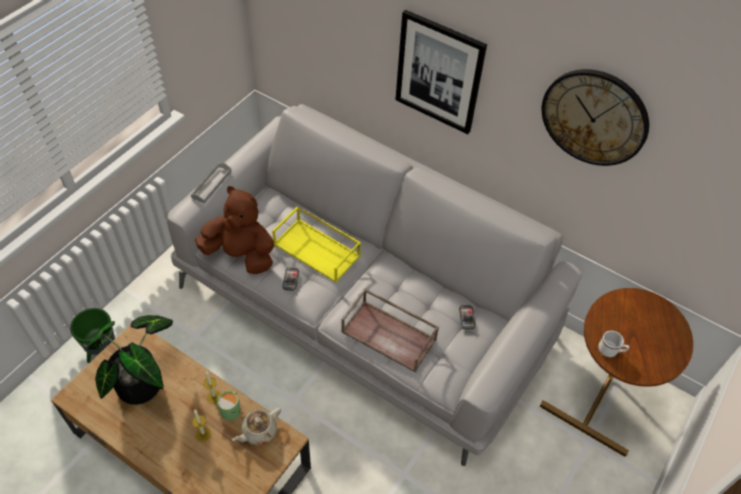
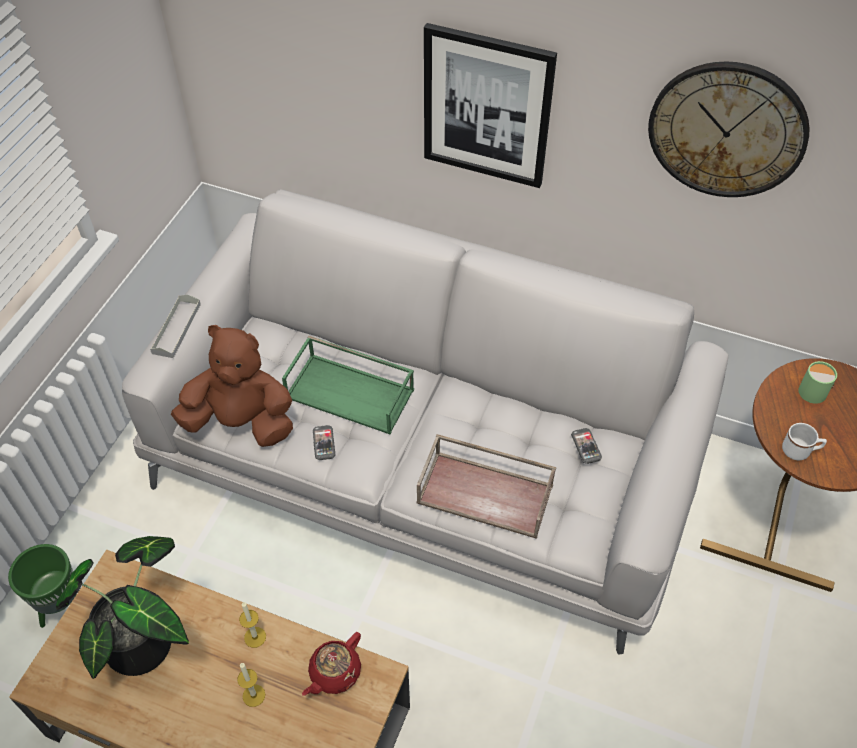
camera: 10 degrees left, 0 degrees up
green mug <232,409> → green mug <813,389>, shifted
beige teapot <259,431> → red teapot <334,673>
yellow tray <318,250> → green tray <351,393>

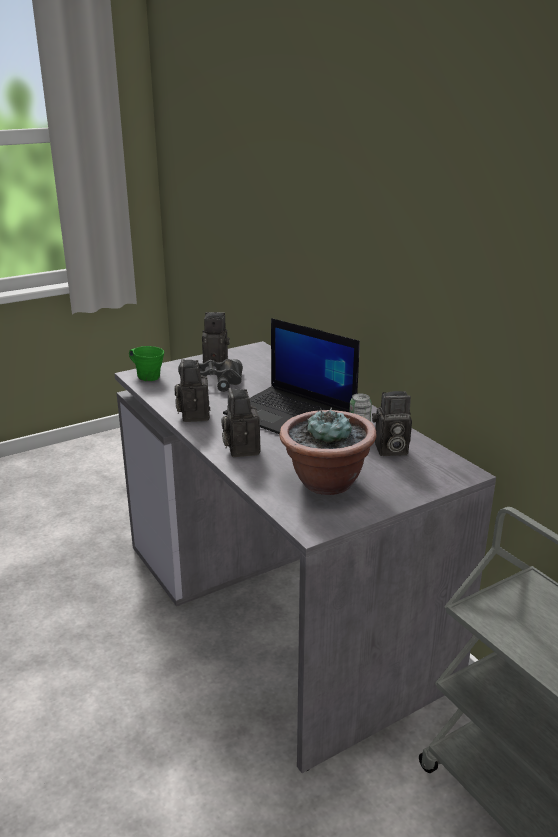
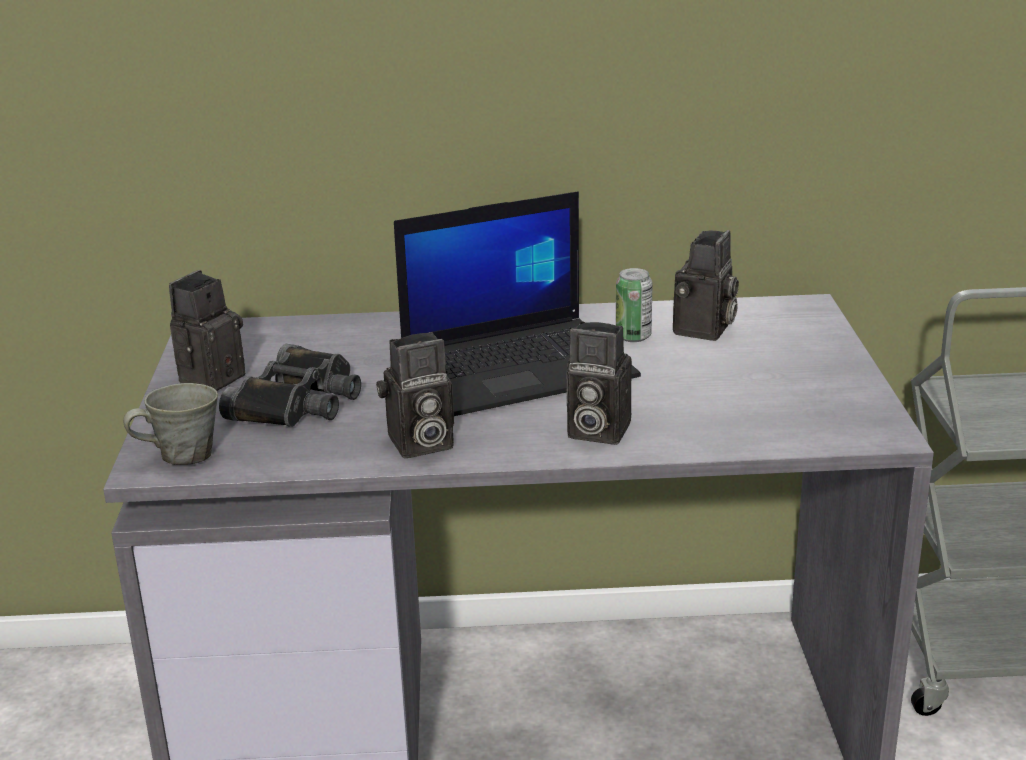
camera: 60 degrees left, 0 degrees up
potted plant <325,482> → -
green mug <148,377> → grey mug <182,455>
photo camera <193,415> → photo camera <418,445>, 45 degrees counterclockwise

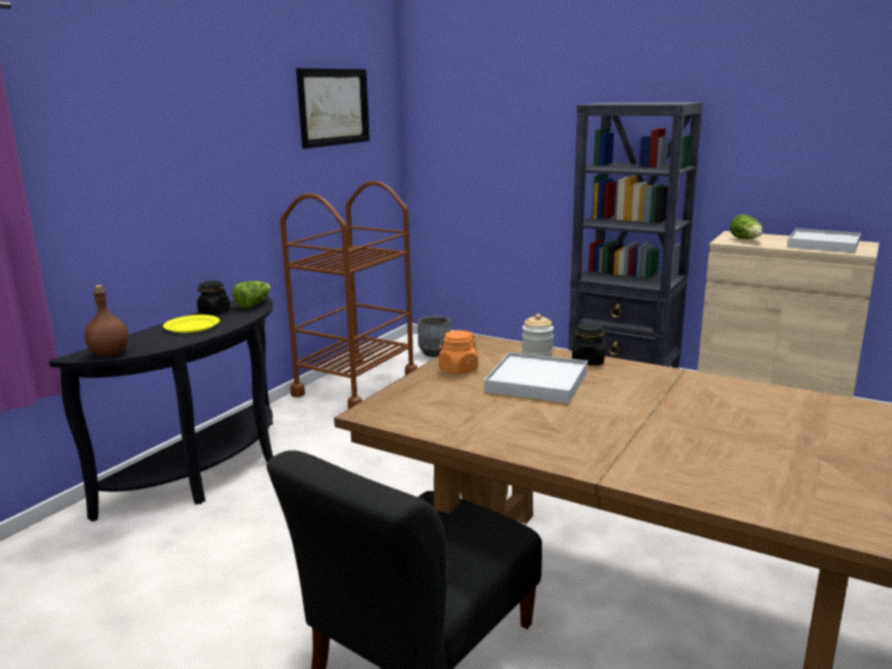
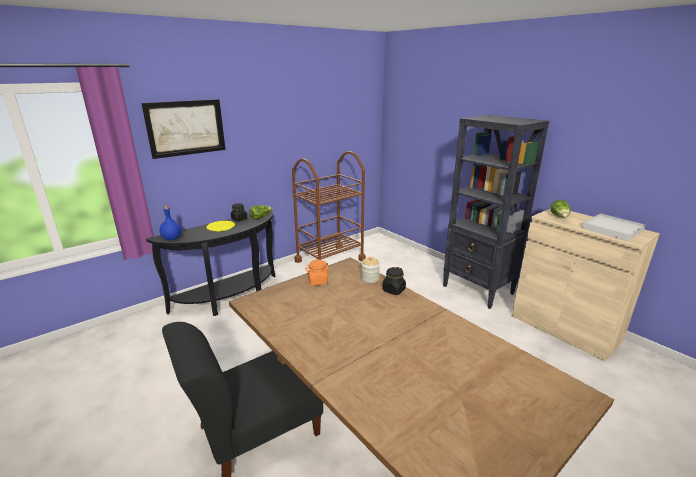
camera: 20 degrees right, 5 degrees up
grey planter <435,353> → -
white tray <537,382> → -
picture <333,107> → picture <186,128>, shifted
brown bottle <110,353> → blue bottle <172,238>

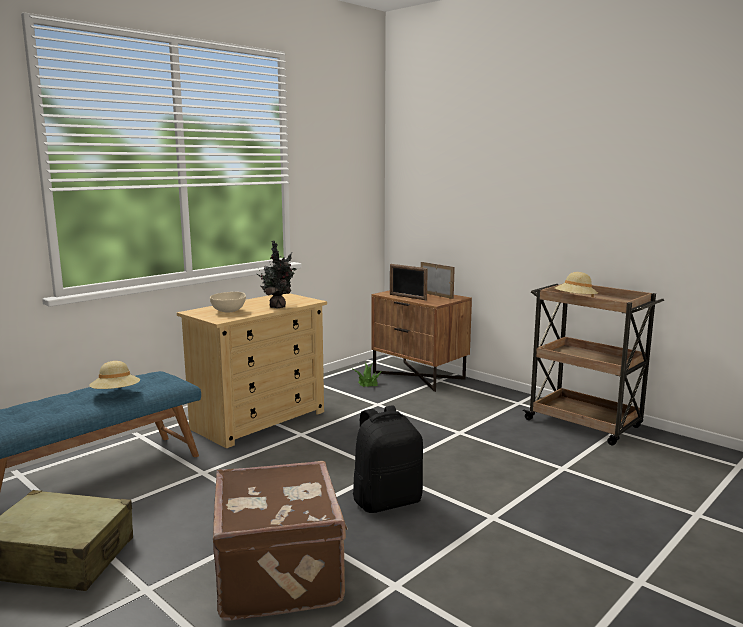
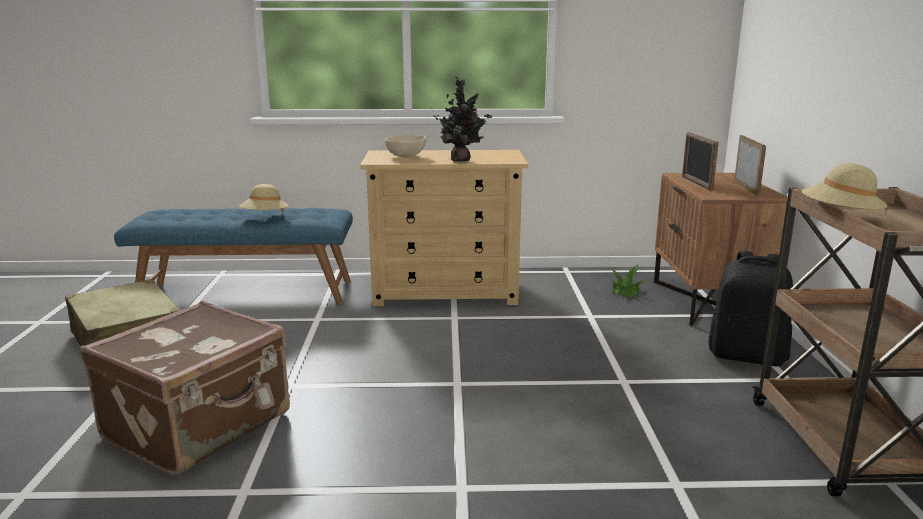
camera: 45 degrees right, 5 degrees up
black backpack <387,501> → black backpack <747,356>, shifted

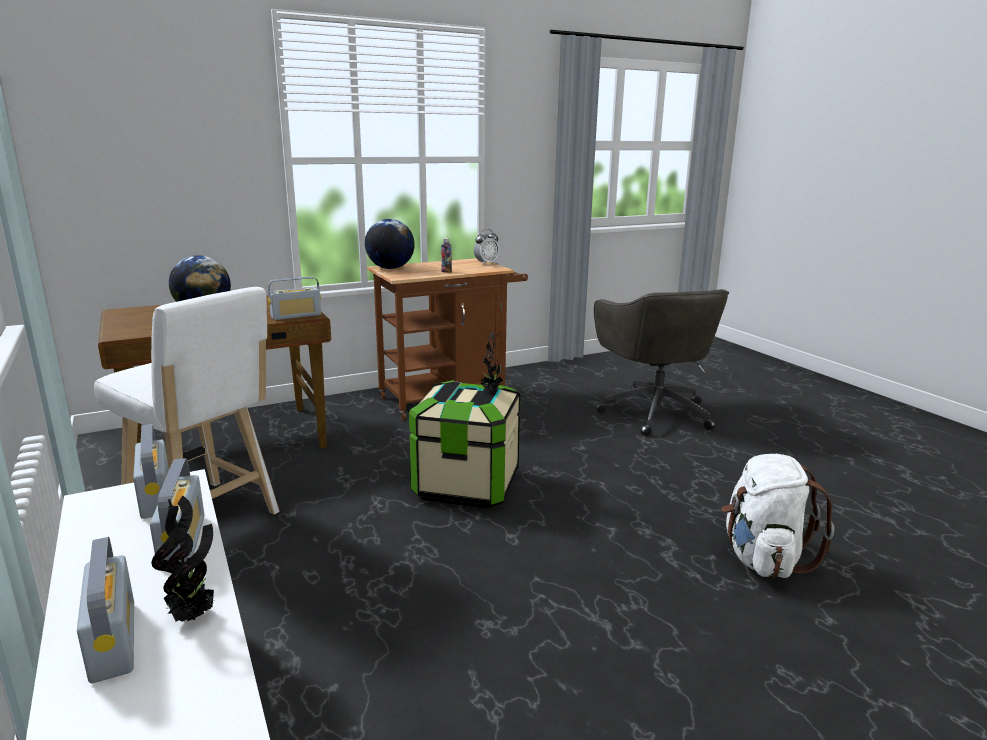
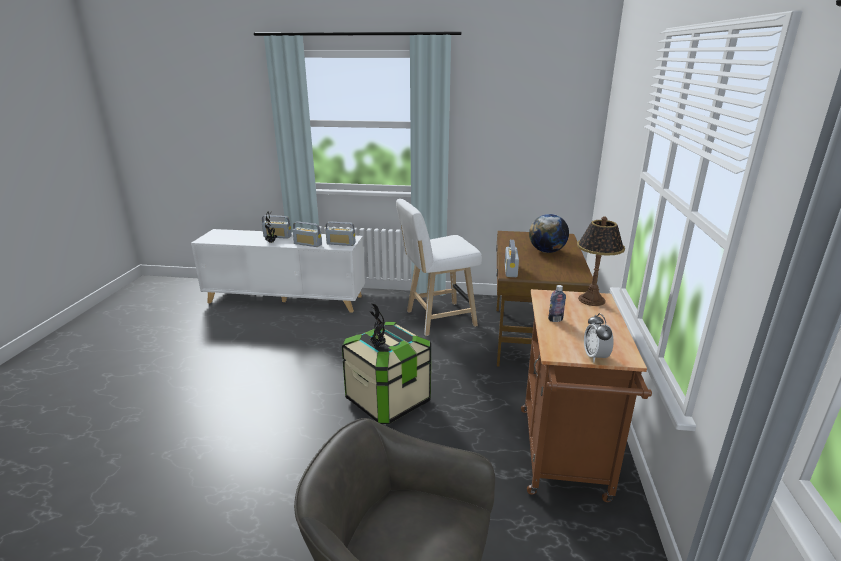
camera: 125 degrees right, 5 degrees up
white backpack <763,558> → -
globe <390,268> → table lamp <592,300>

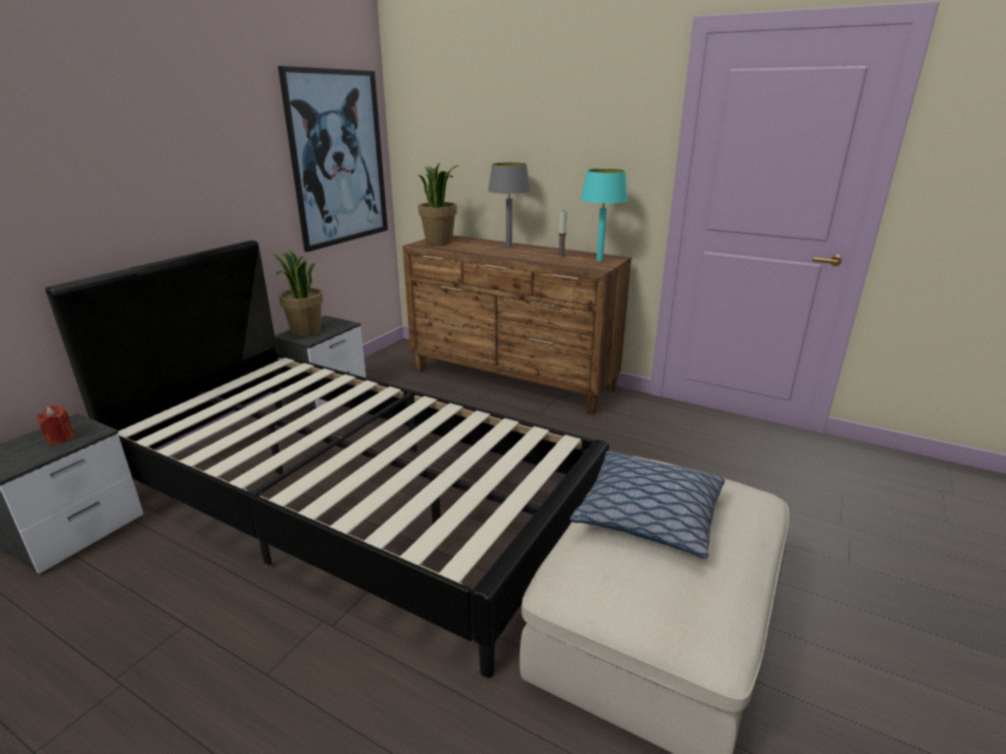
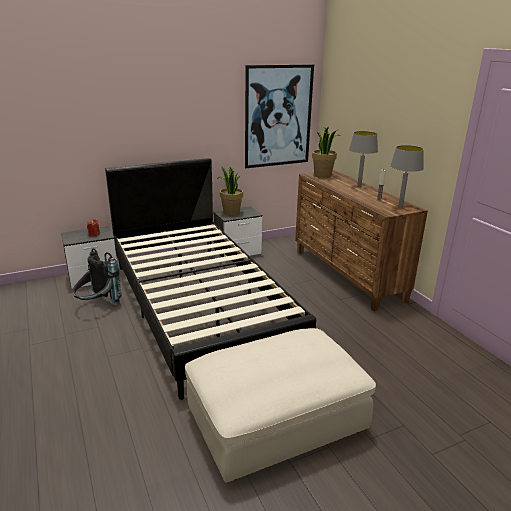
camera: 35 degrees right, 0 degrees up
pillow <648,516> → -
- → black backpack <98,306>
turquoise table lamp <599,260> → grey table lamp <400,207>

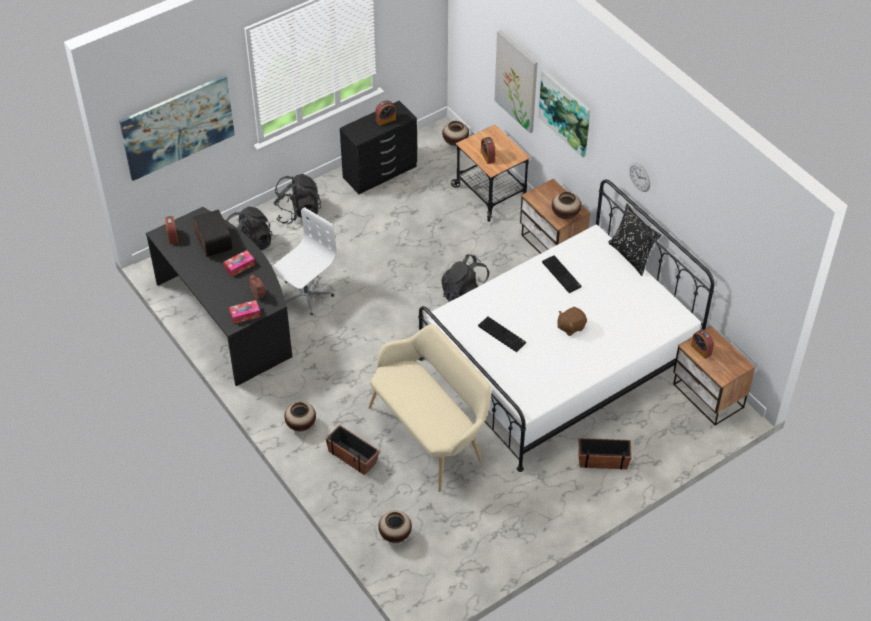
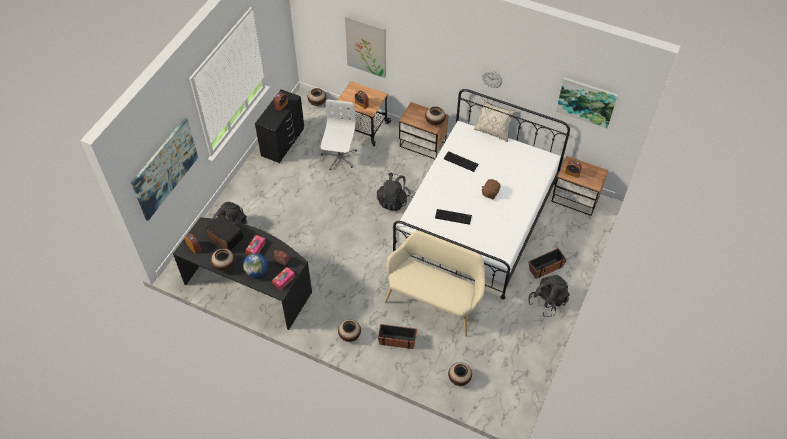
camera: 30 degrees left, 5 degrees up
- → vase <224,265>
- → globe <256,271>
white office chair <305,295> → white office chair <339,157>, shifted
black backpack <298,212> → black backpack <547,302>, shifted
picture <565,112> → picture <586,102>, shifted
black pillow <631,255> → beige pillow <492,131>

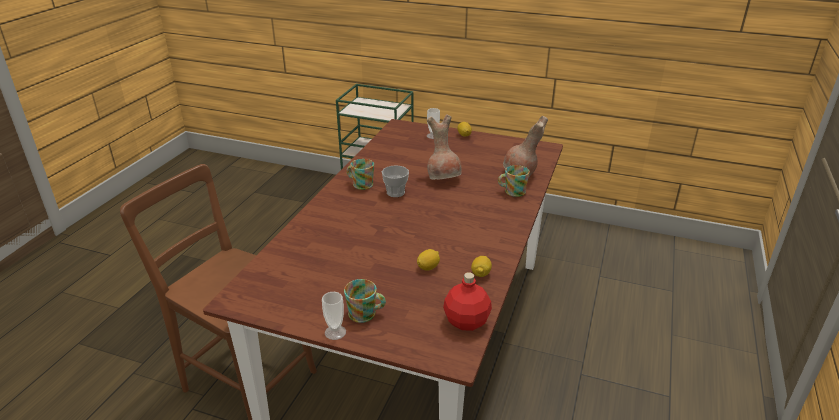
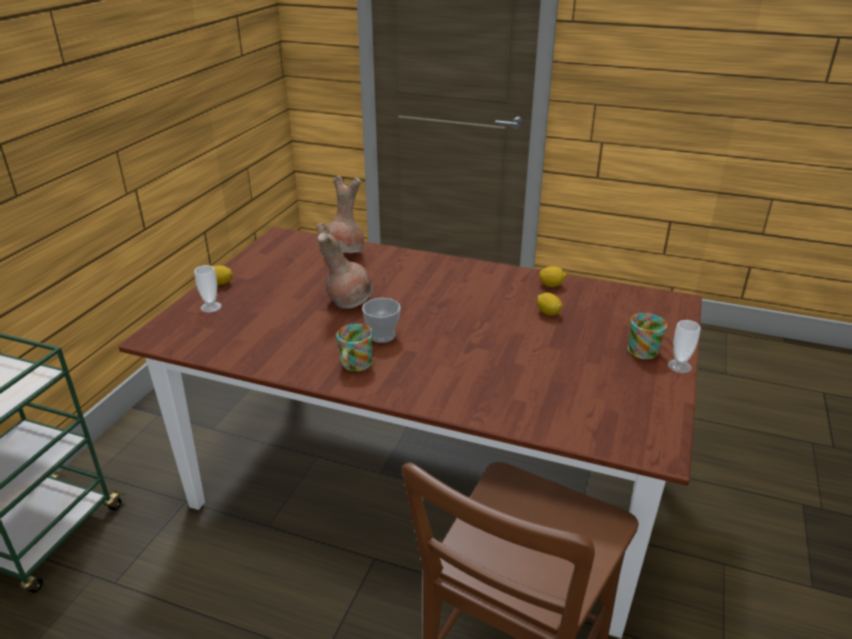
camera: 90 degrees left, 0 degrees up
red bottle <467,322> → -
mug <512,191> → -

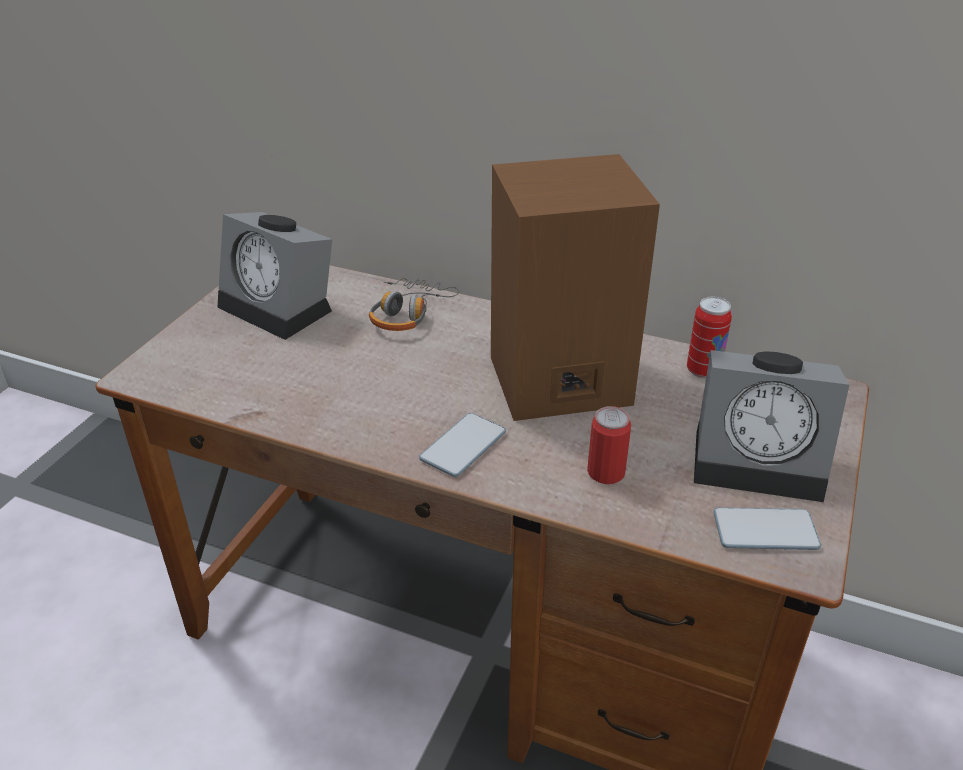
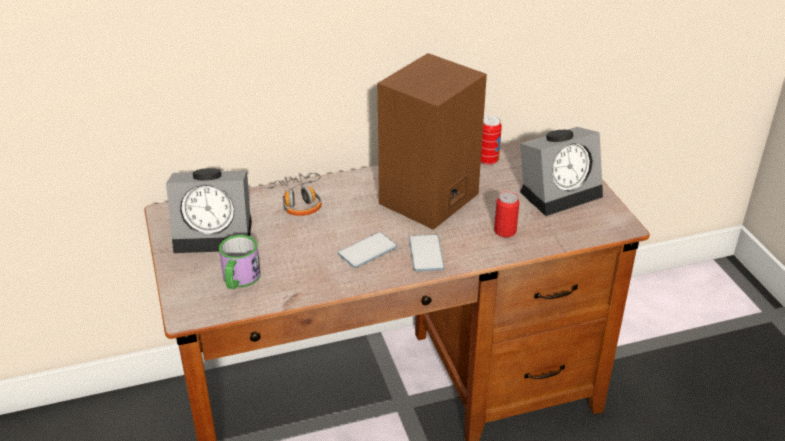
camera: 40 degrees left, 0 degrees up
- → mug <239,280>
phone <765,530> → phone <367,251>, shifted

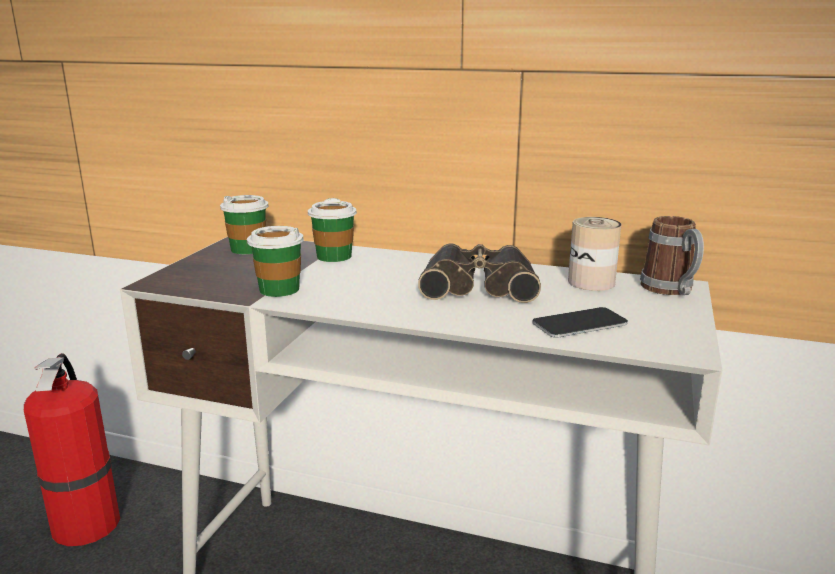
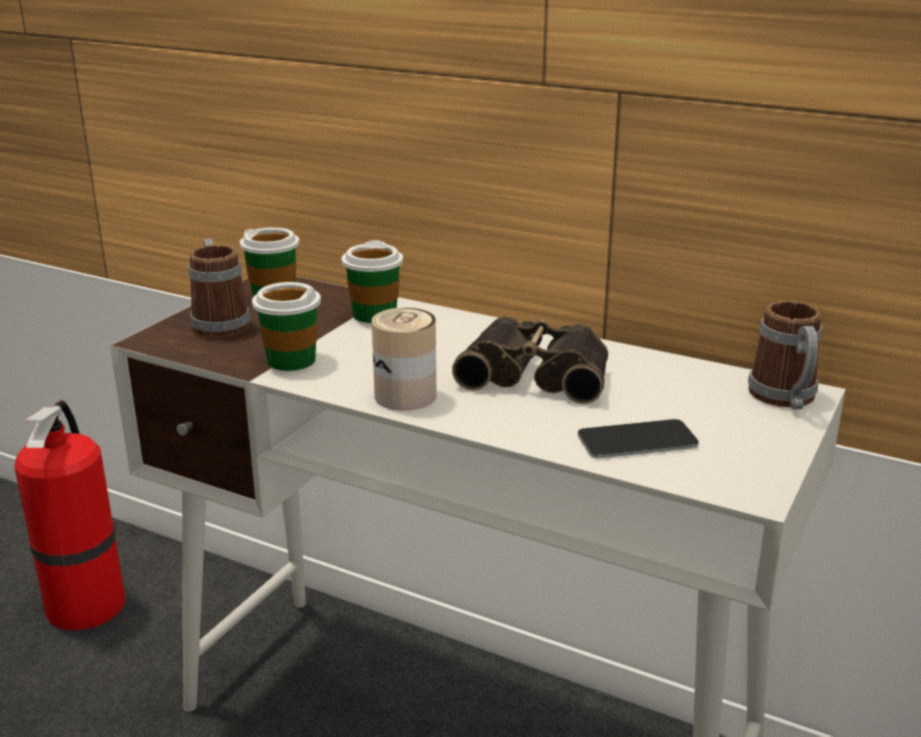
camera: 10 degrees right, 5 degrees up
- → mug <219,322>
can <591,282> → can <405,396>, shifted

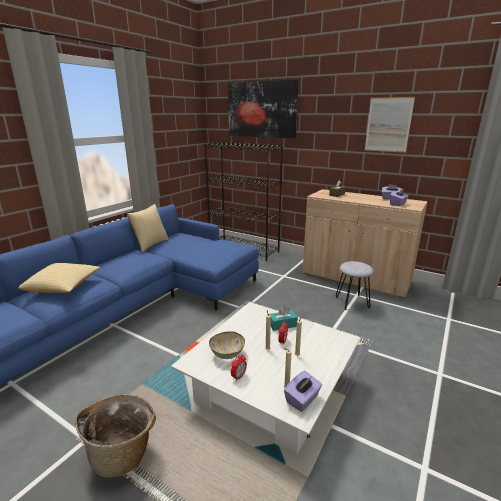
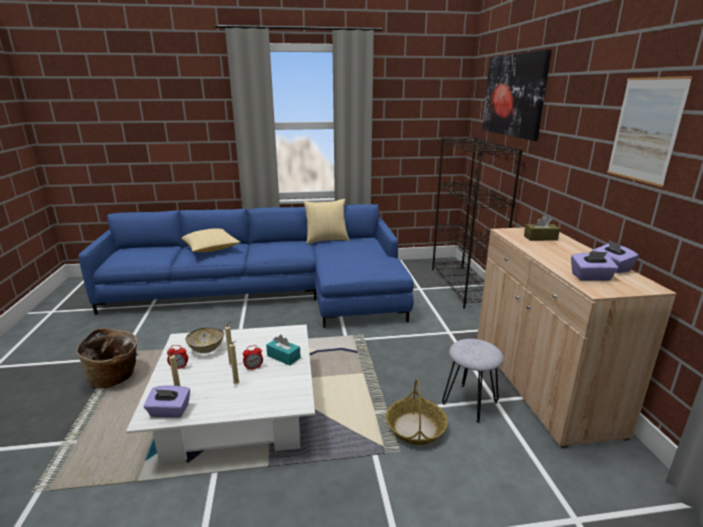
camera: 50 degrees right, 0 degrees up
- → basket <416,428>

